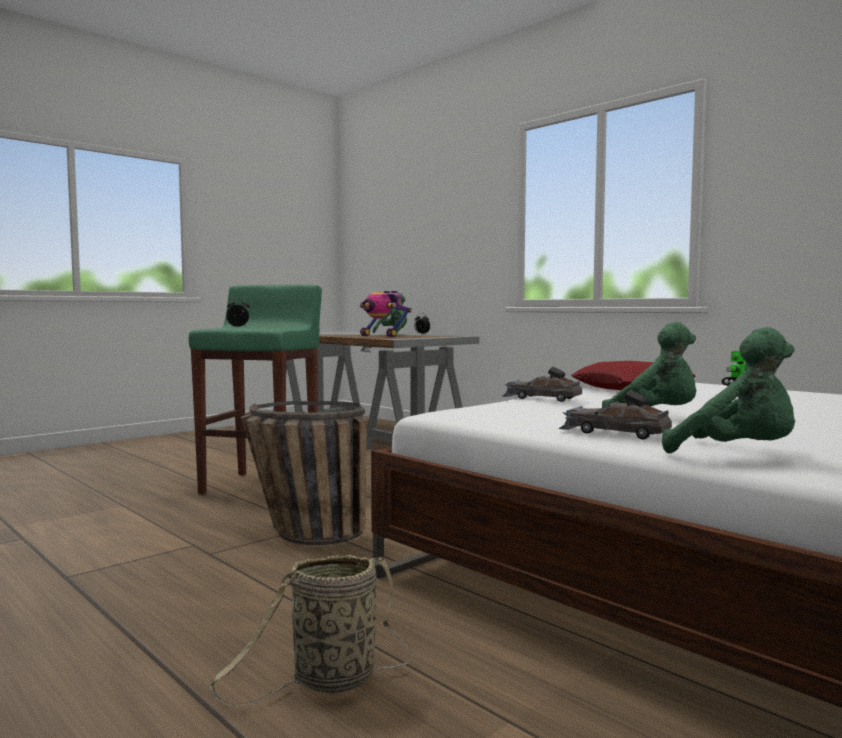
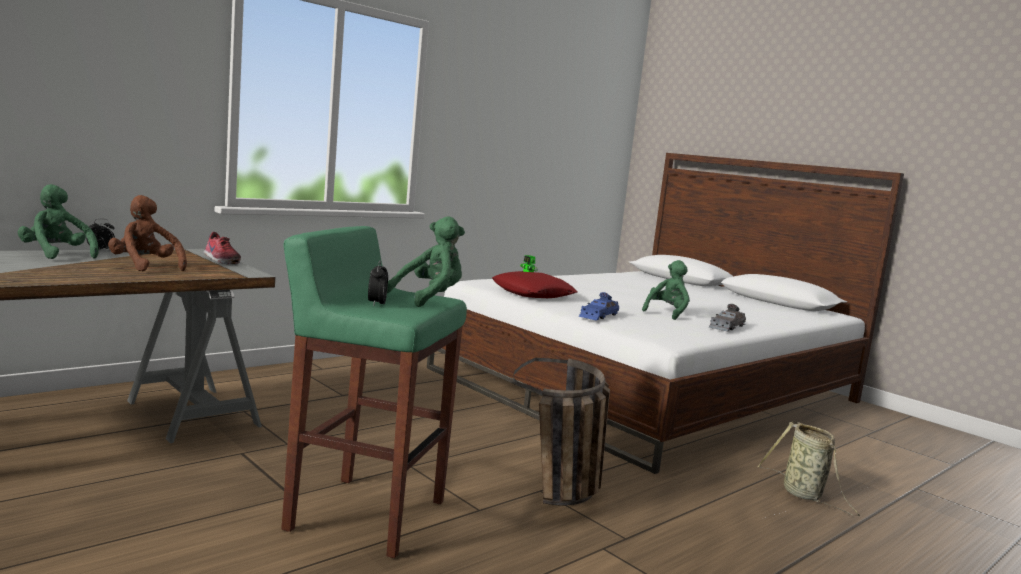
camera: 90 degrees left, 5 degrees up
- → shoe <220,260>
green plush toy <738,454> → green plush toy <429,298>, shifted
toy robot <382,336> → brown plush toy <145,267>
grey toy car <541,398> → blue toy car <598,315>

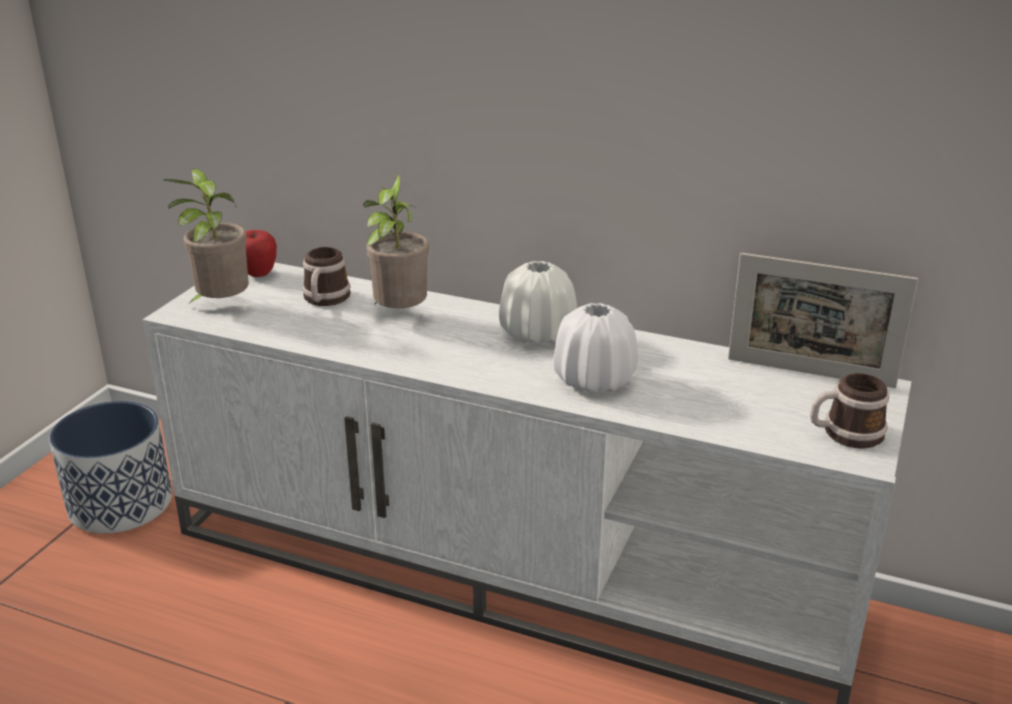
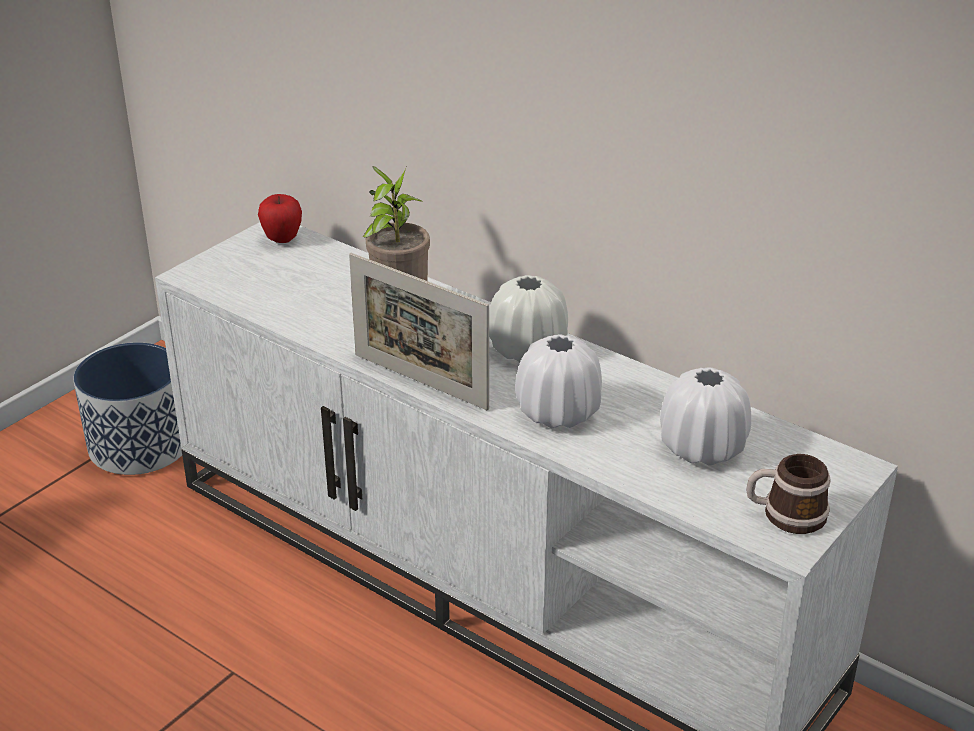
camera: 15 degrees right, 5 degrees up
potted plant <220,306> → -
mug <325,300> → -
- → white vase <702,448>
picture frame <810,373> → picture frame <420,381>, shifted

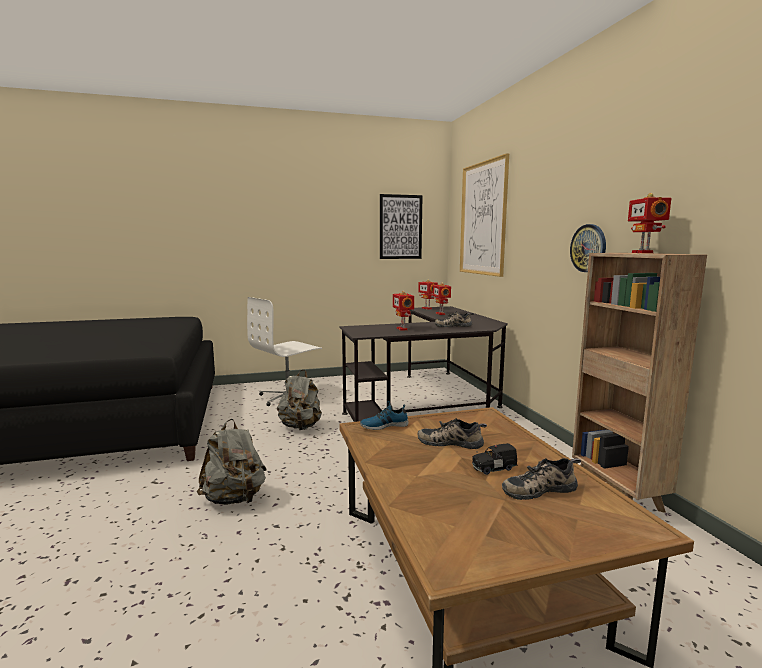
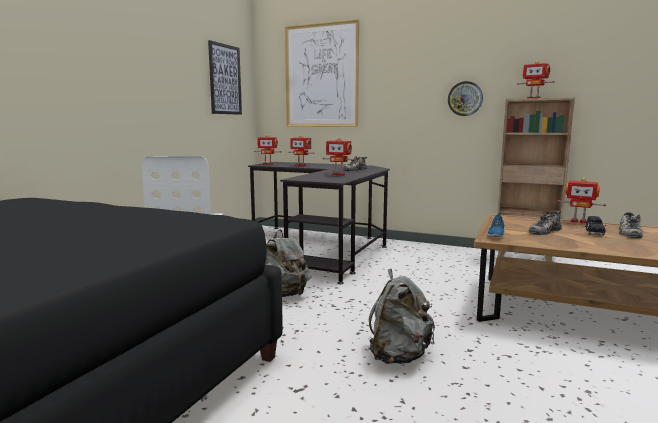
camera: 50 degrees left, 0 degrees up
- → toy robot <578,221>

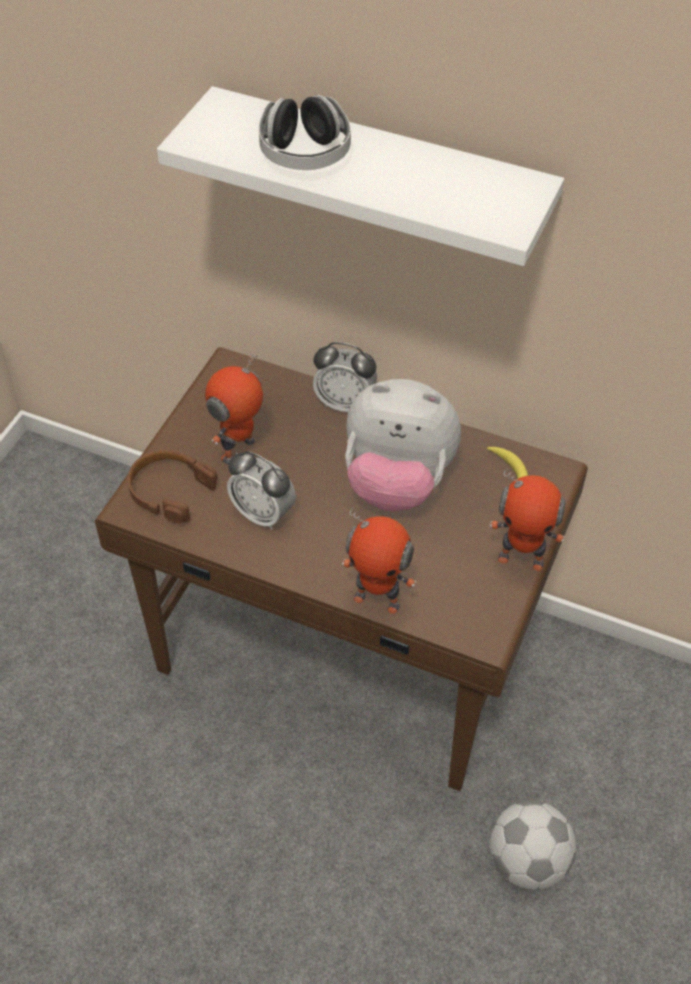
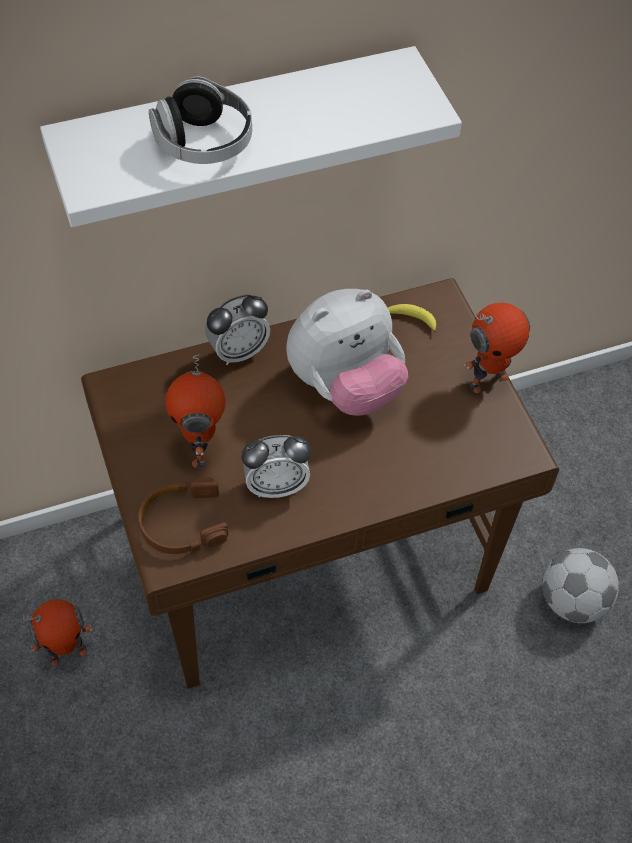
camera: 45 degrees left, 5 degrees up
toy robot <377,600> → toy robot <68,653>, shifted

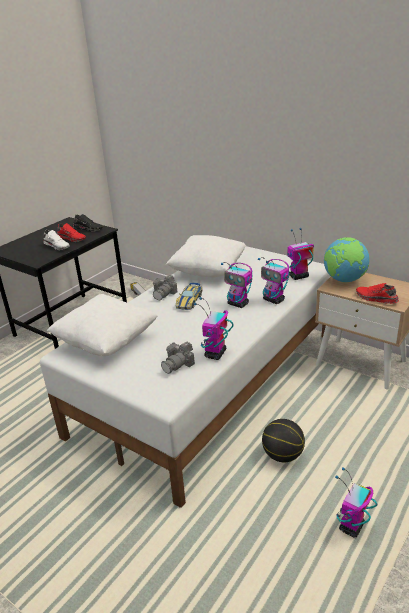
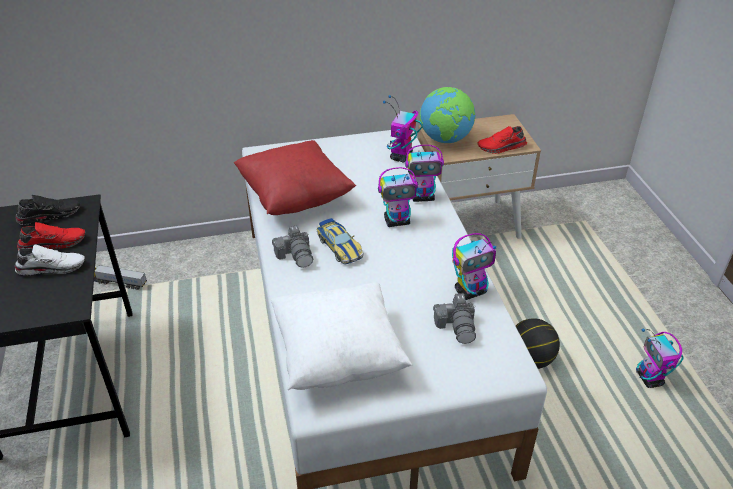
camera: 50 degrees left, 10 degrees up
white pillow <208,271> → red pillow <295,197>
toy robot <215,354> → toy robot <470,291>, 90 degrees counterclockwise

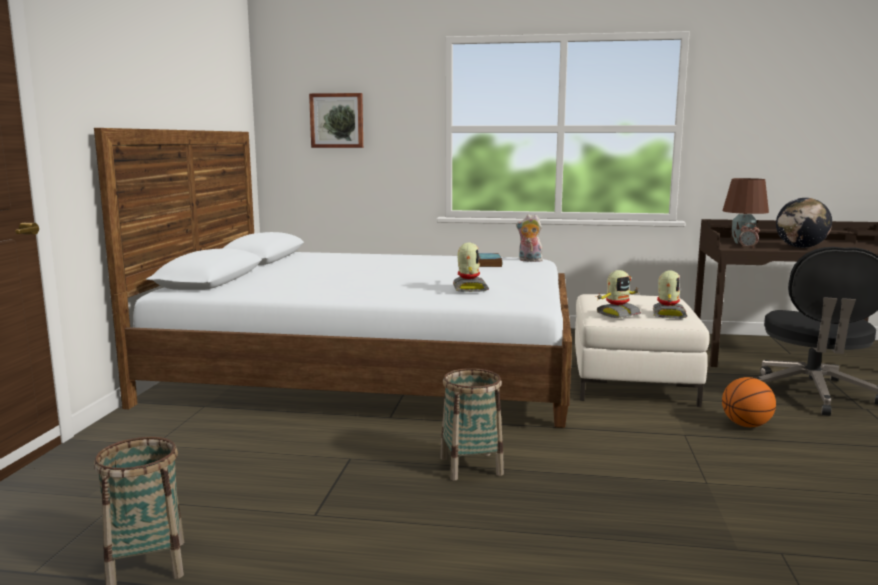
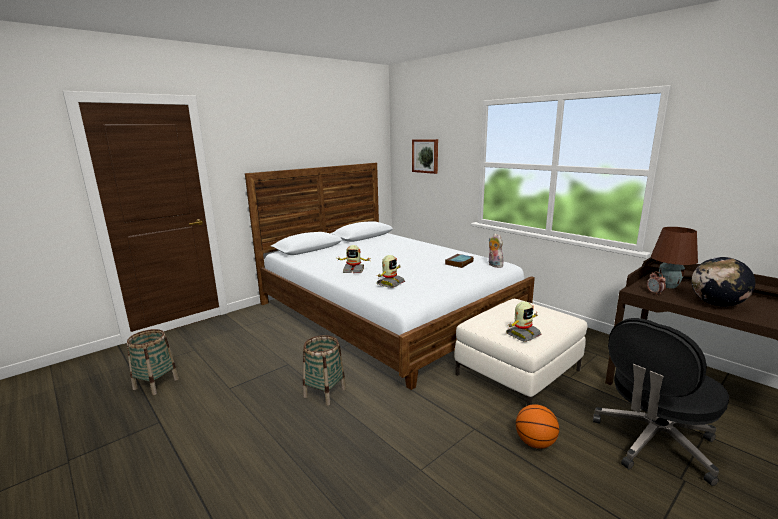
camera: 40 degrees right, 5 degrees up
toy robot <617,314> → toy robot <353,270>, shifted

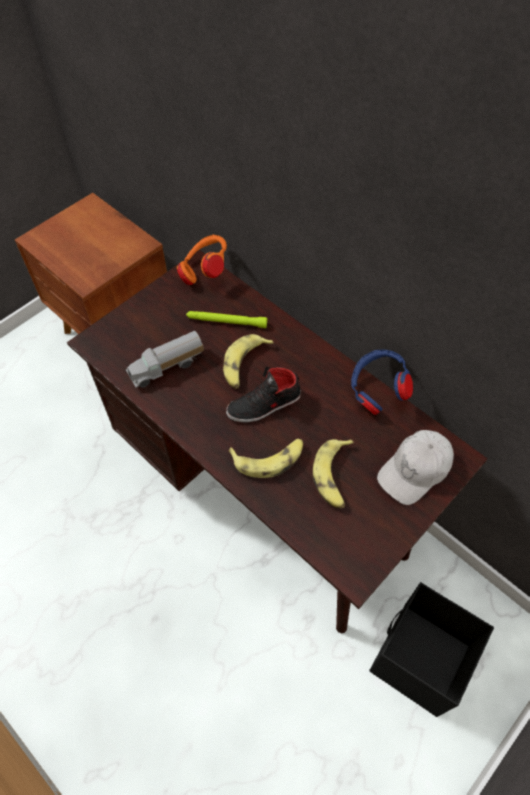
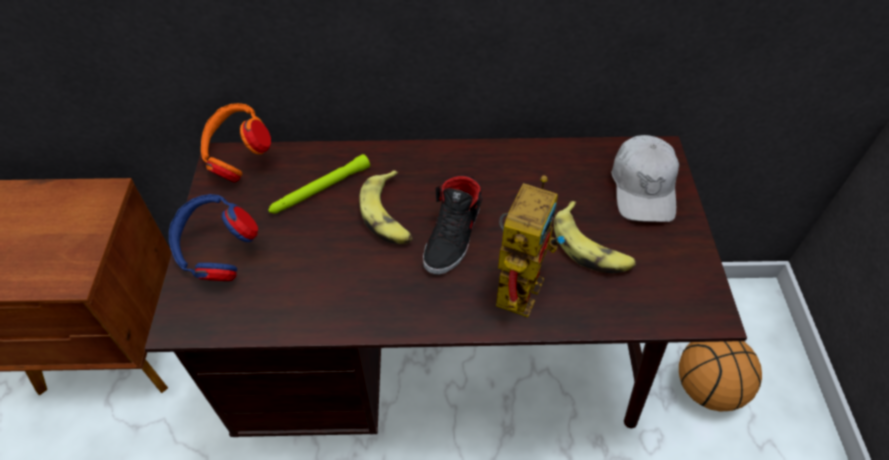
camera: 45 degrees left, 5 degrees down
toy truck <167,367> → -
blue headphones <376,392> → blue headphones <217,255>, shifted
banana <269,459> → toy robot <518,280>
black storage box <418,659> → basketball <708,388>

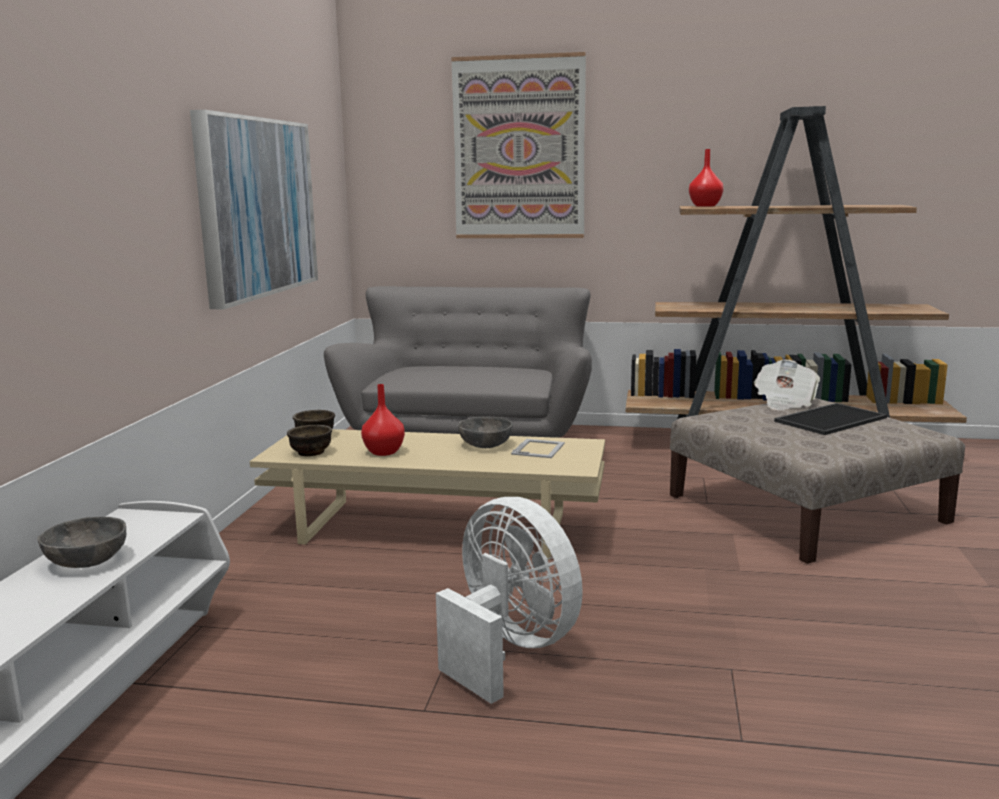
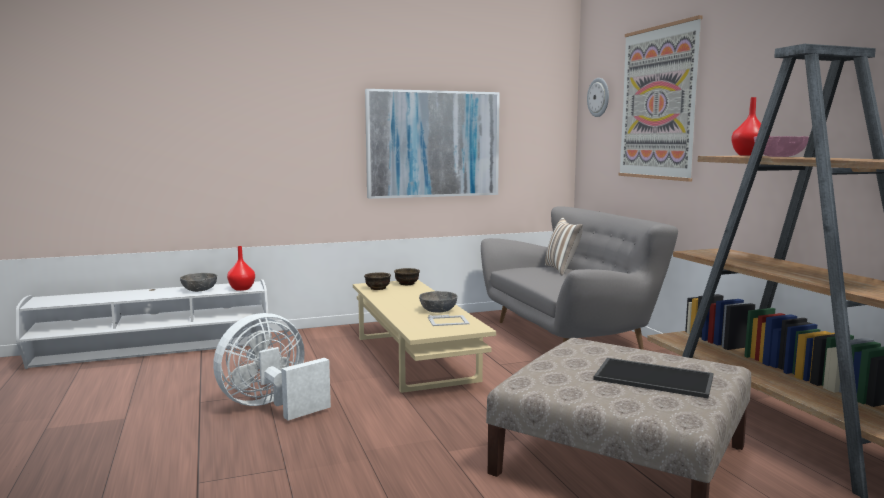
camera: 60 degrees right, 5 degrees down
newspaper <784,402> → -
- → pillow <562,270>
- → wall clock <599,97>
- → pink bowl <779,156>
red vase <384,452> → red vase <241,289>, shifted
white fan <508,650> → white fan <271,406>, 150 degrees counterclockwise

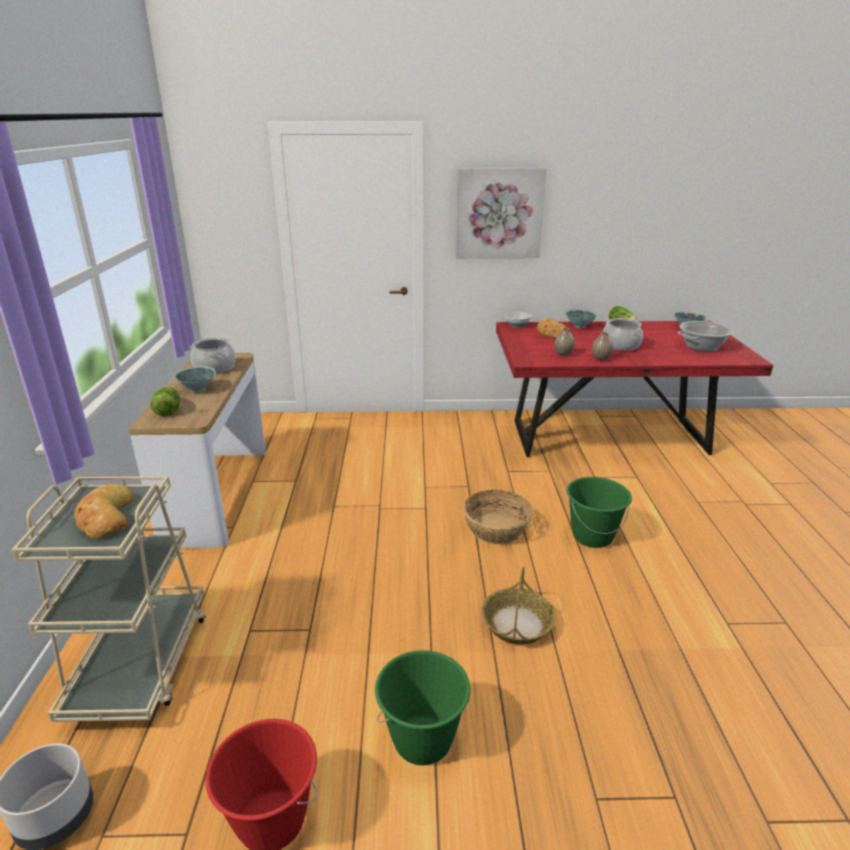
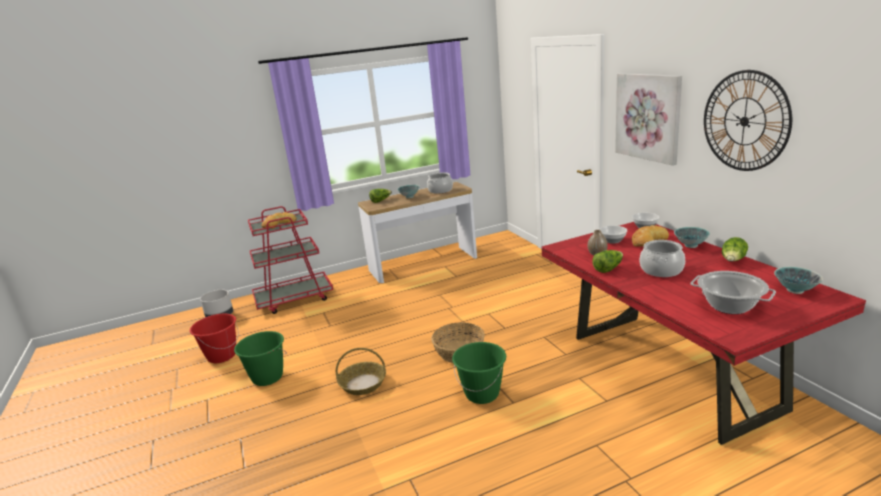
camera: 70 degrees right, 5 degrees down
- → bowl <613,240>
- → wall clock <744,121>
vase <601,358> → lettuce <608,268>
beige cart <140,663> → red cart <294,299>

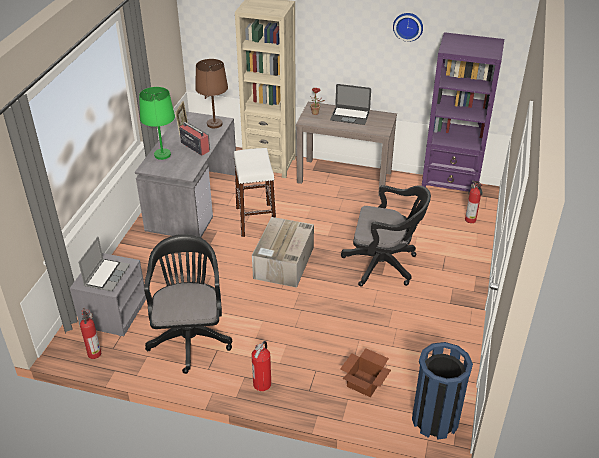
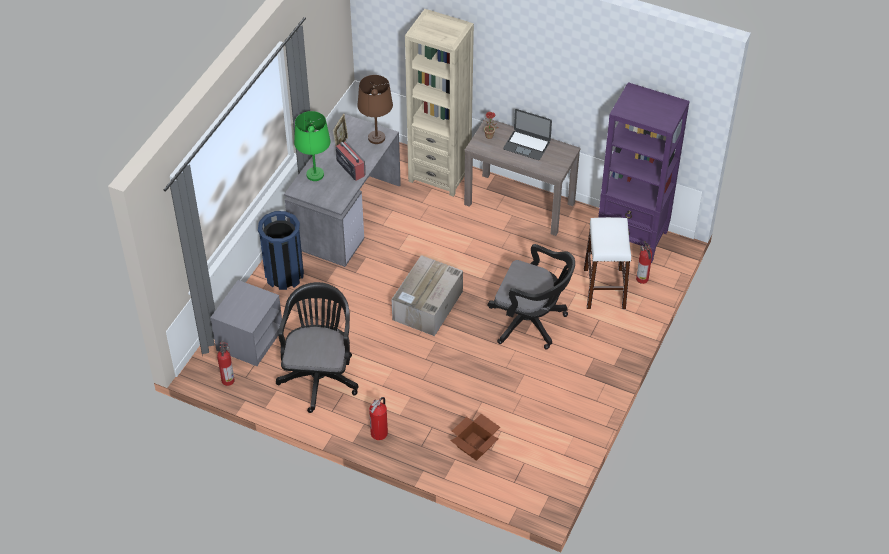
camera: 10 degrees right, 10 degrees up
laptop <106,275> → -
wall clock <408,26> → -
white stool <256,220> → white stool <604,288>, shifted
blue trash can <435,420> → blue trash can <284,275>, shifted

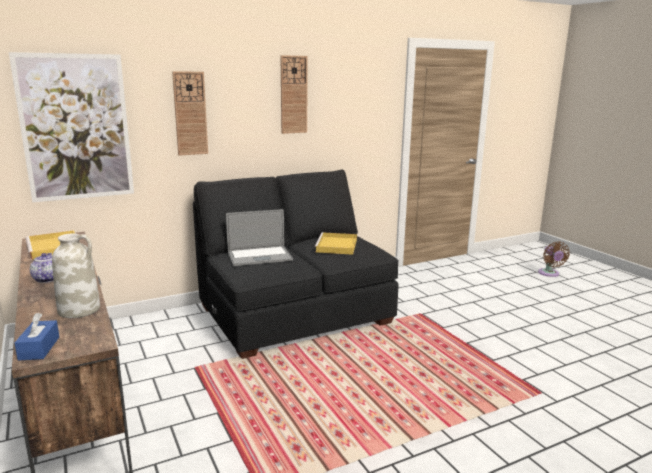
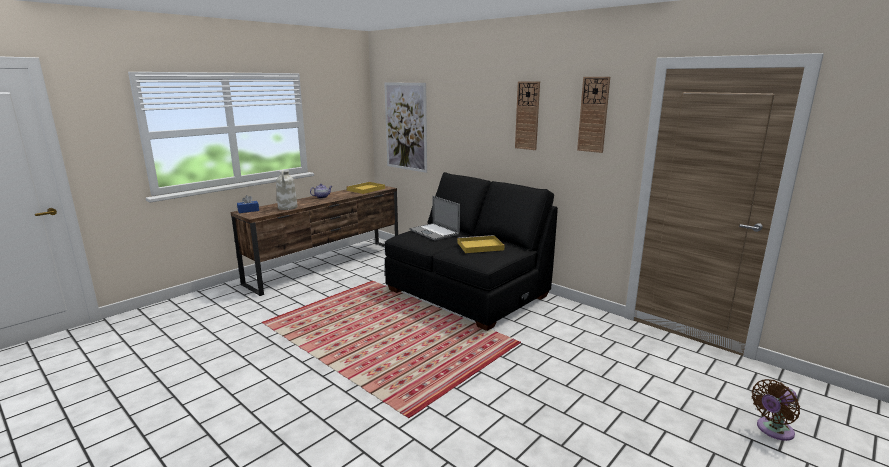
camera: 70 degrees right, 0 degrees up
wall clock <190,113> → wall clock <593,114>, shifted

